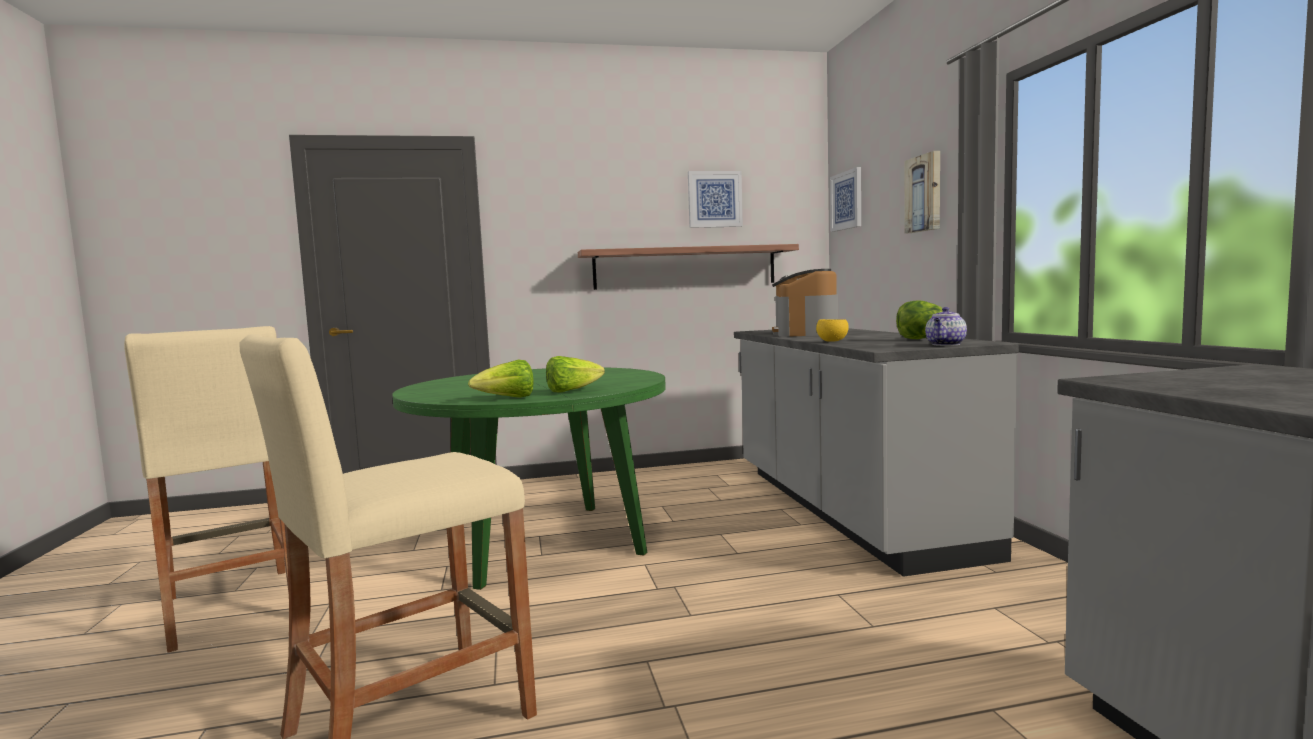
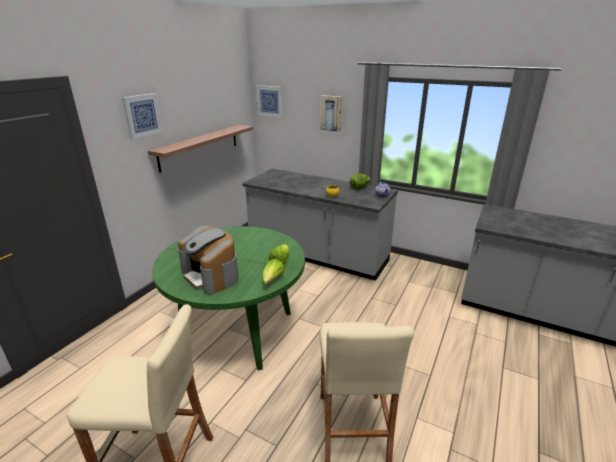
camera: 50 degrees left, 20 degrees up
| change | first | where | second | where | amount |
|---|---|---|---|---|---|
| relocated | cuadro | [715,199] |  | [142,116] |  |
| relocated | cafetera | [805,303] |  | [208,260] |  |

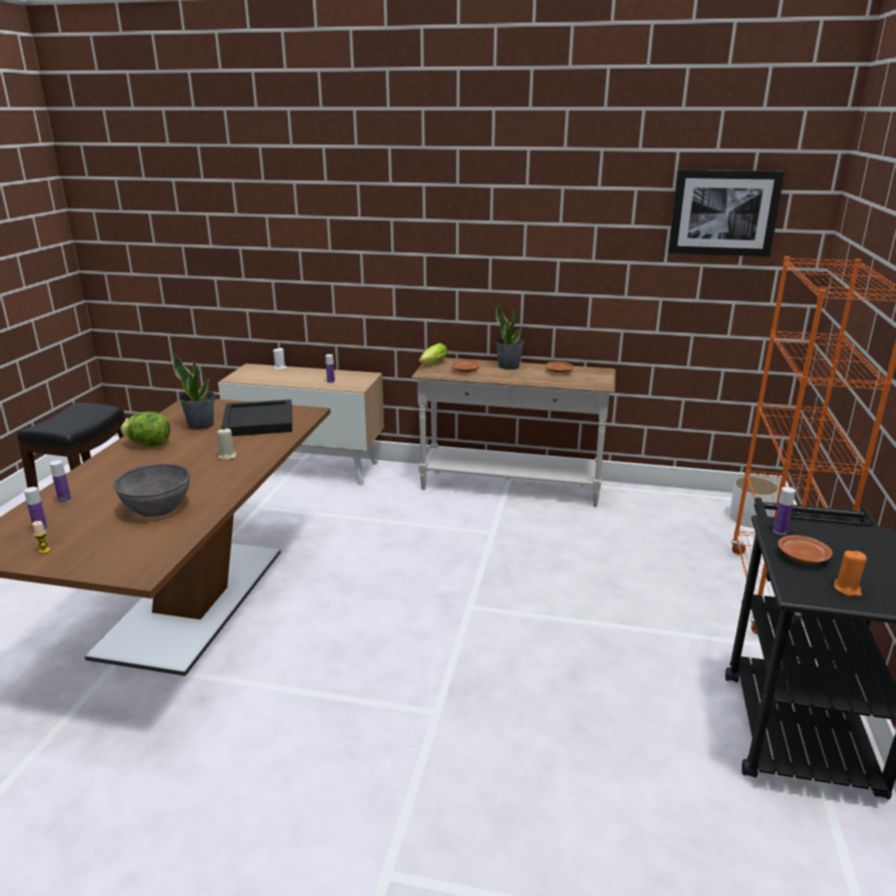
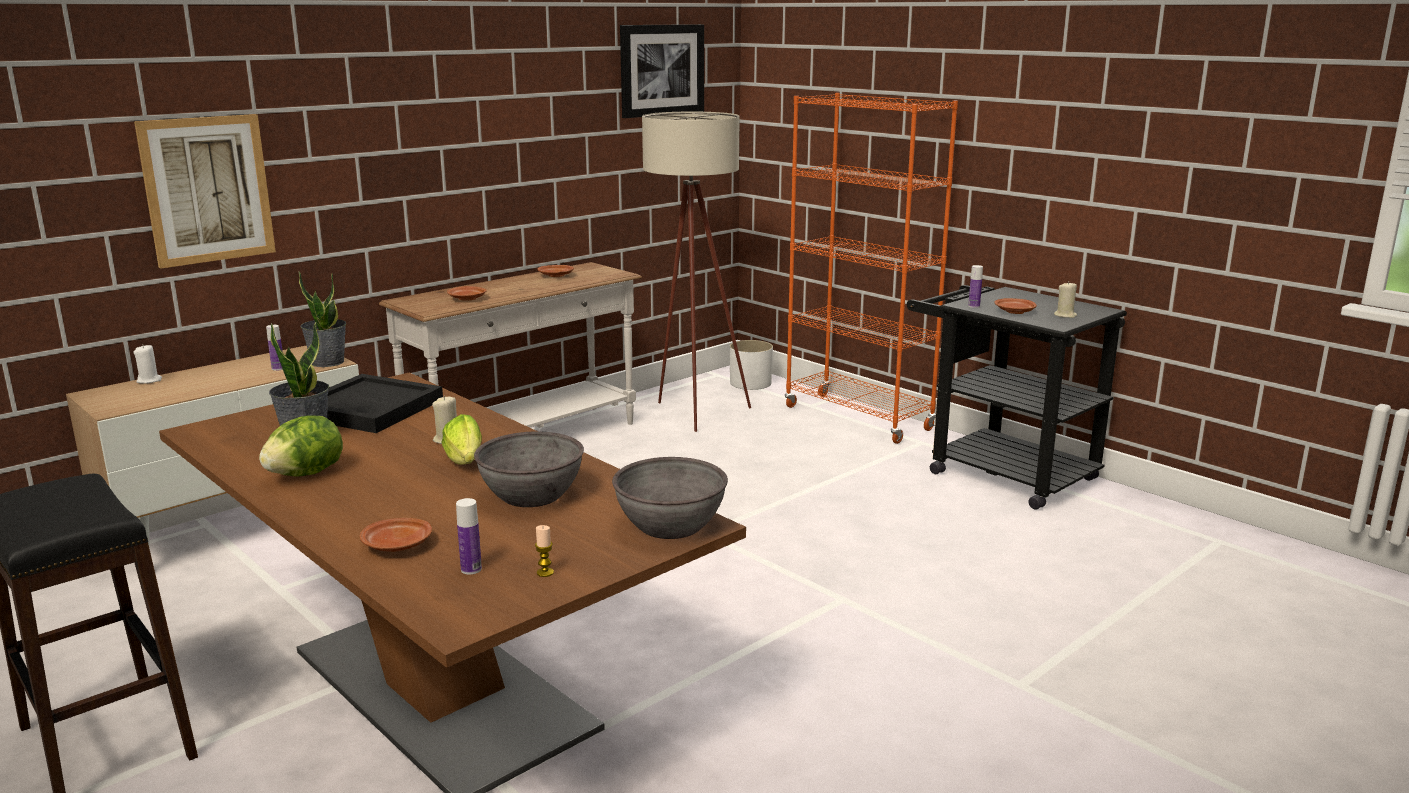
camera: 55 degrees left, 5 degrees down
| change | first | where | second | where | amount |
|---|---|---|---|---|---|
| relocated | planta en maceta | [509,336] |  | [323,319] |  |
| relocated | lechuga | [433,353] |  | [461,439] |  |
| exchanged | botella | [60,481] | plato/marrón | [396,535] |  |
| colour | vela/naranja | [850,573] | vela/beis | [1065,300] |  |
| appeared |  |  | lámpara de pie/beis | [696,272] |  |
| appeared |  |  | cuadro | [205,191] |  |
| appeared |  |  | cuenco/gris | [670,498] |  |

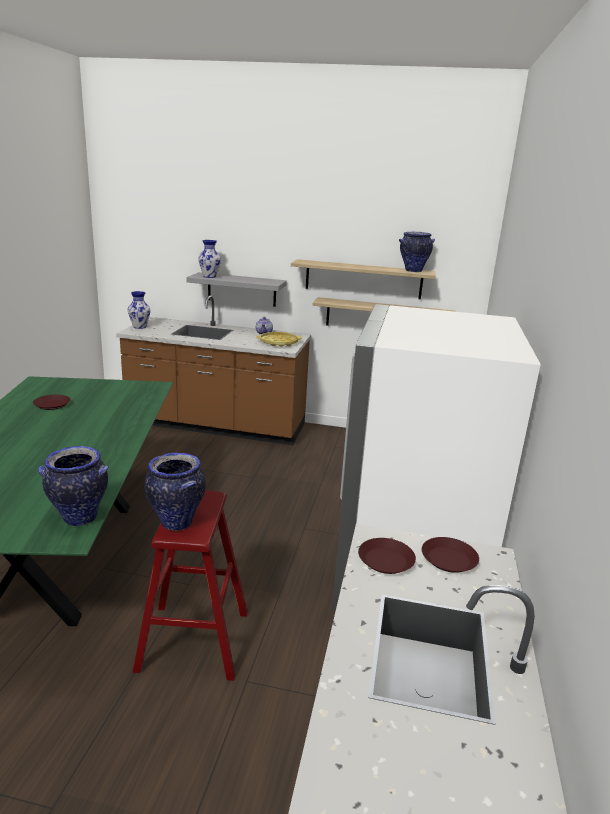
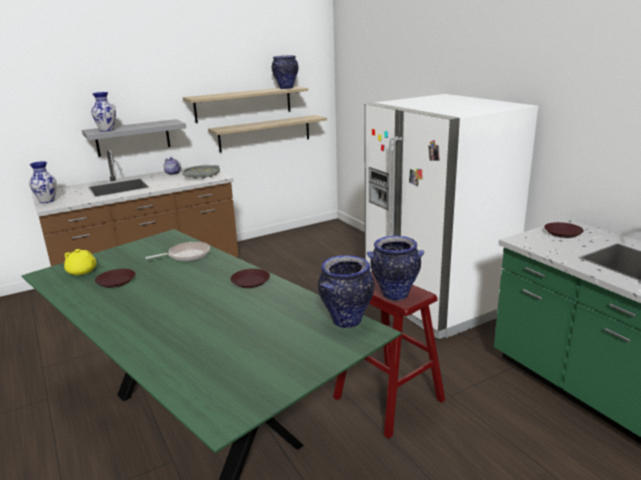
camera: 40 degrees left, 0 degrees up
| change | first | where | second | where | amount |
|---|---|---|---|---|---|
| colour | bandeja/amarillo | [279,339] | bandeja/gris | [201,172] |  |
| relocated | plato/marrón | [387,556] |  | [250,278] |  |
| appeared |  |  | sartén | [177,251] |  |
| appeared |  |  | tetera/amarillo | [80,262] |  |

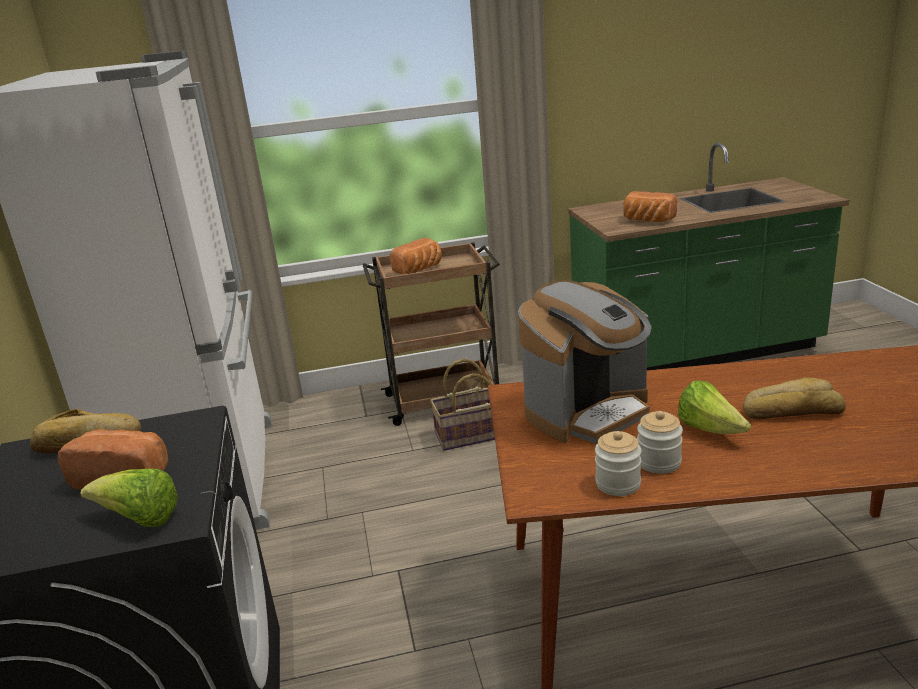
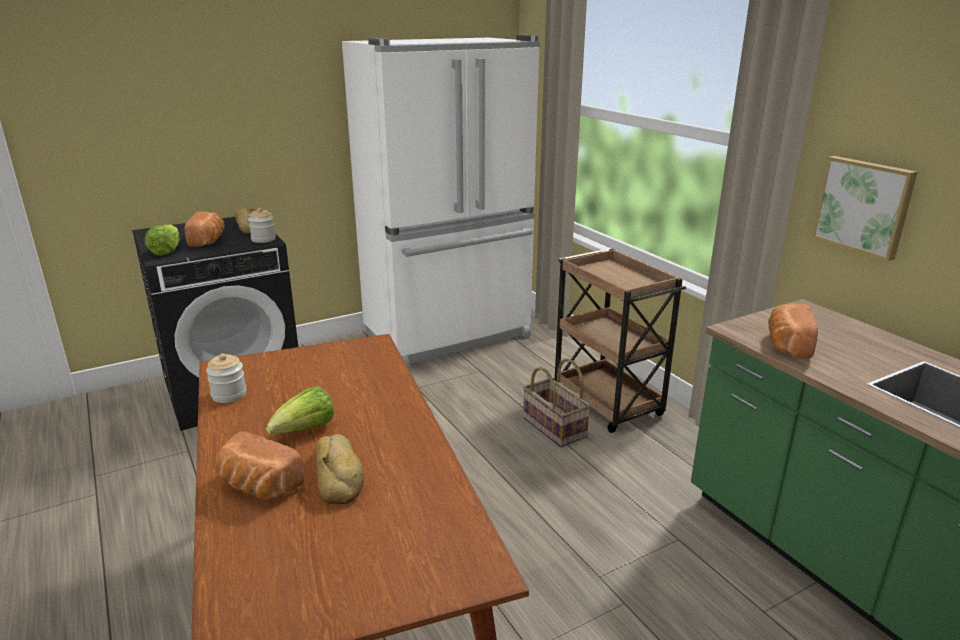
camera: 70 degrees right, 0 degrees up
| change | first | where | second | where | amount |
|---|---|---|---|---|---|
| relocated | pan | [416,256] |  | [259,466] |  |
| missing | cafetera | [585,362] |  |  |  |
| relocated | tarro | [660,442] |  | [262,225] |  |
| appeared |  |  | cuadro | [864,208] |  |

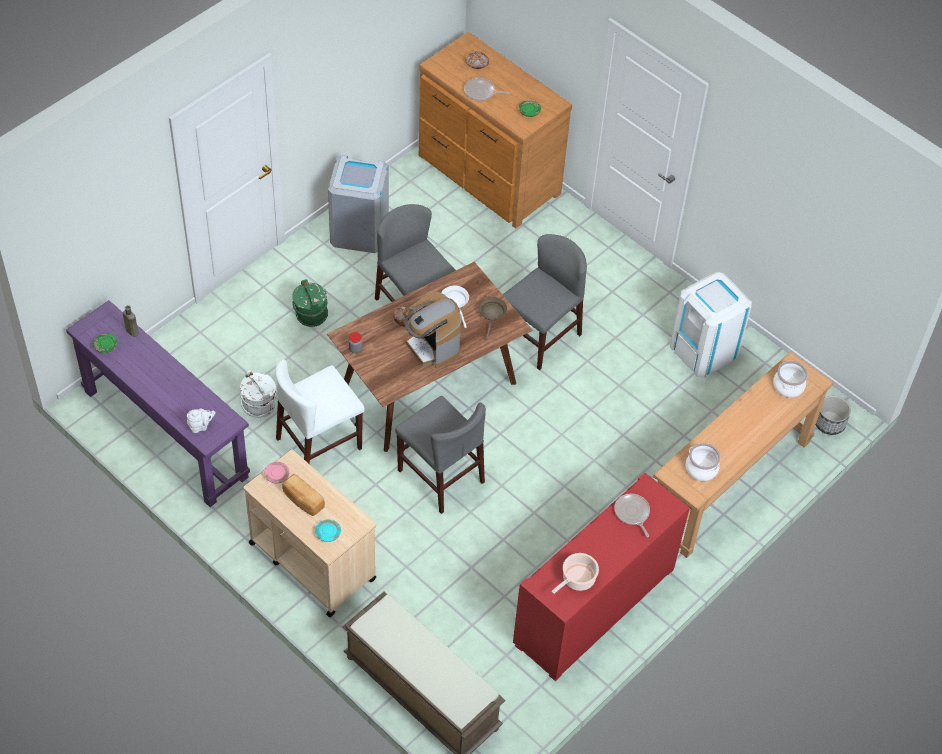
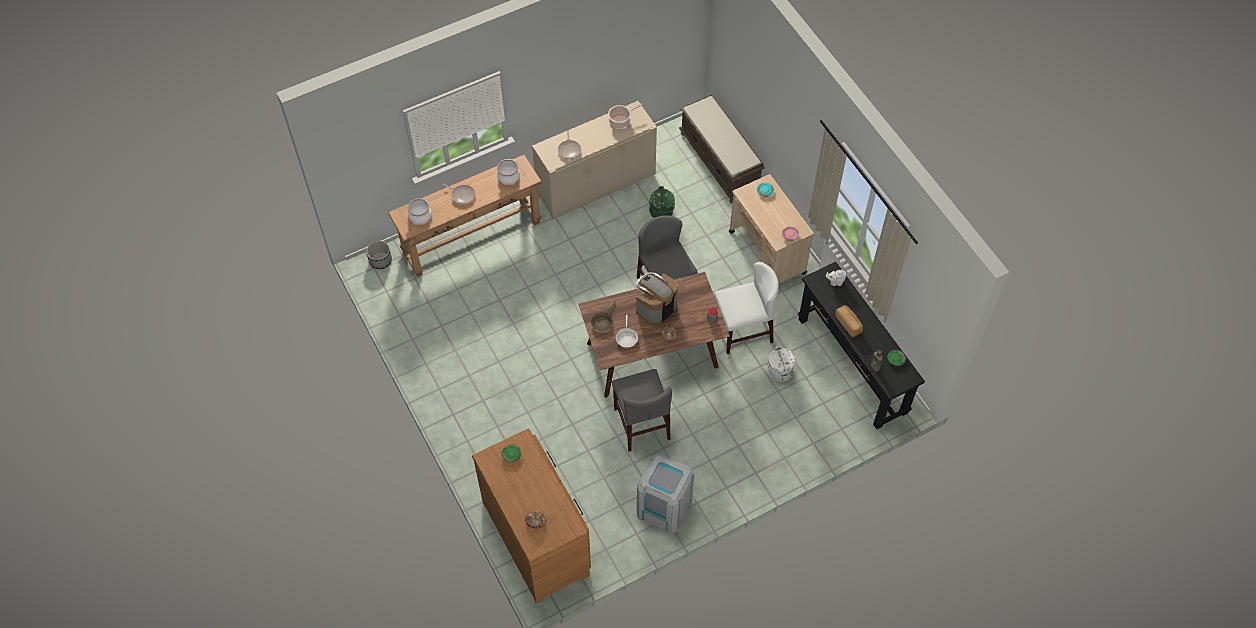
camera: 160 degrees left, 5 degrees up
| change | first | where | second | where | amount |
|---|---|---|---|---|---|
| relocated | sartén | [487,89] |  | [459,194] |  |
| missing | silla/gris | [545,302] |  |  |  |
| missing | papelera/blanco | [711,325] |  |  |  |
| relocated | cubo/verde | [310,303] |  | [662,202] |  |
| spun | cafetera | [433,330] |  | [657,298] | 120 degrees counterclockwise |
| colour | mesa consola/morado | [158,403] | mesa consola/negro | [861,345] |  |
| colour | armario/rojo | [601,577] | armario/beis | [594,160] |  |
| relocated | pan | [303,495] |  | [849,321] |  |

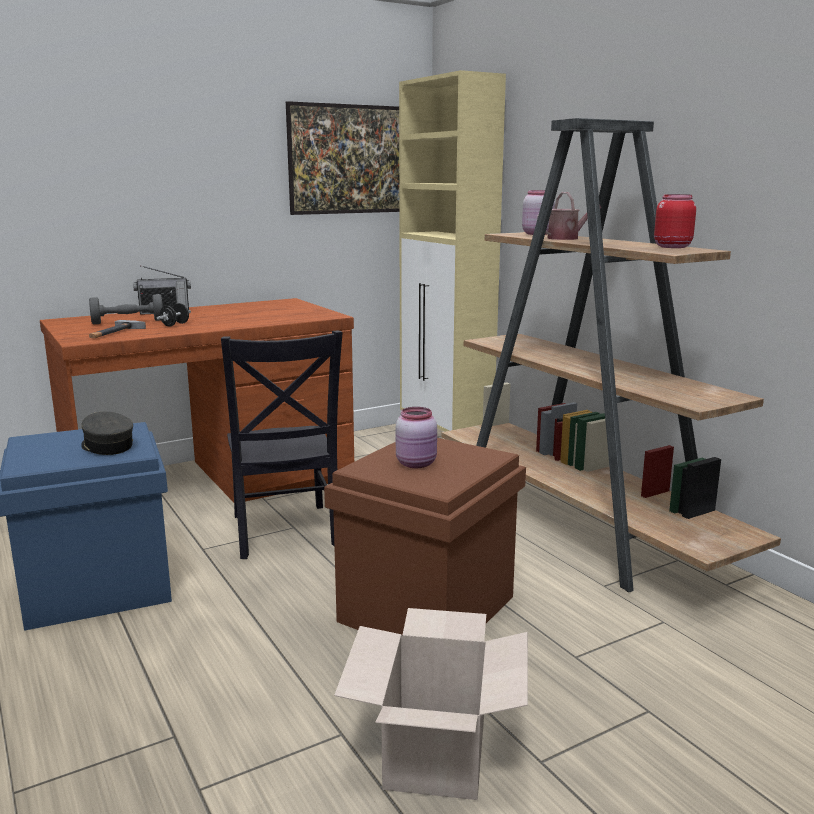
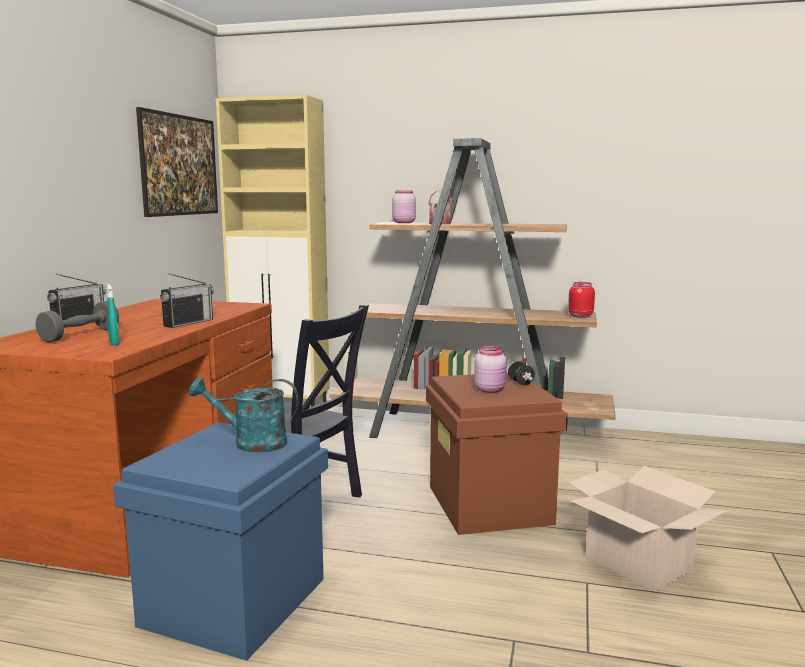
camera: 45 degrees left, 5 degrees down
| change | first | where | second | where | amount |
|---|---|---|---|---|---|
| relocated | tarro/rojo | [675,221] |  | [581,300] |  |
| relocated | mancuerna/negro | [174,314] |  | [521,373] |  |
| exchanged | martillo | [117,329] | pulverizador/turquesa | [113,315] |  |
| exchanged | gorra/gris | [107,433] | regadera/turquesa | [244,415] |  |
| appeared |  |  | radio | [187,300] |  |

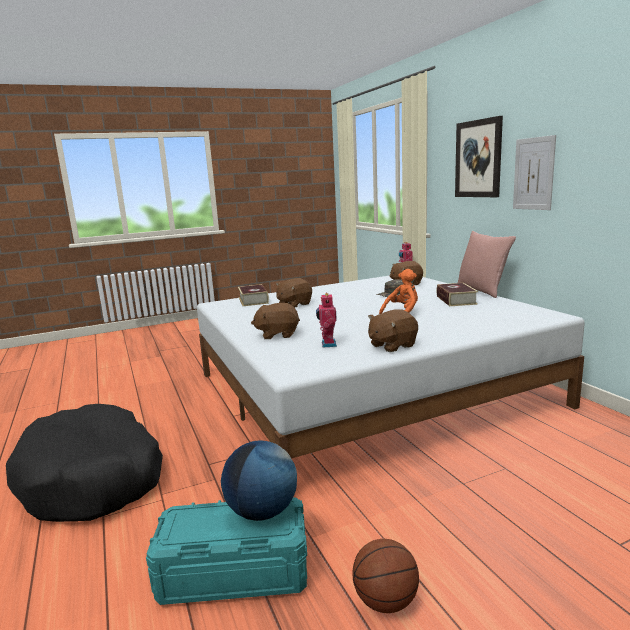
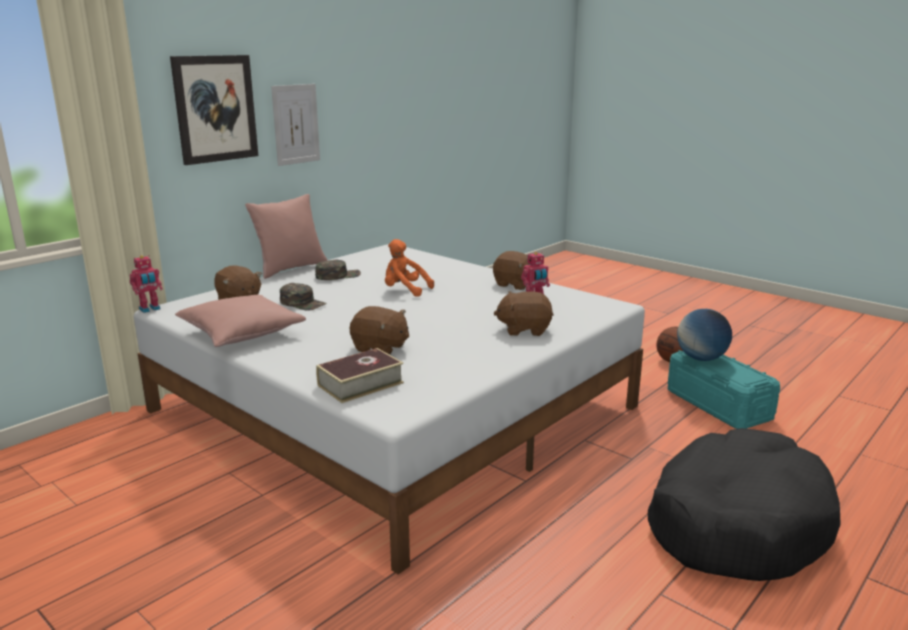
camera: 115 degrees left, 5 degrees up
| change | first | where | second | where | amount |
|---|---|---|---|---|---|
| exchanged | libro | [457,294] | gorra/verde | [338,269] |  |
| spun | peluche/marrón | [275,321] |  | [523,313] | 120 degrees clockwise |
| appeared |  |  | cojín/rosa | [240,321] |  |

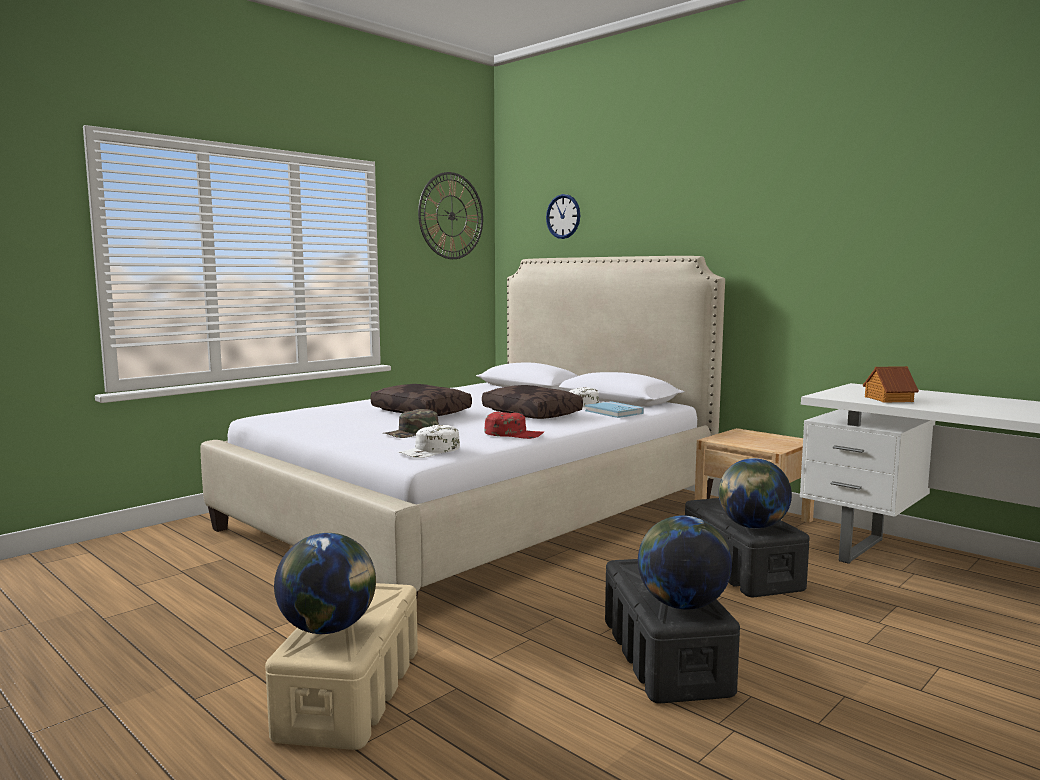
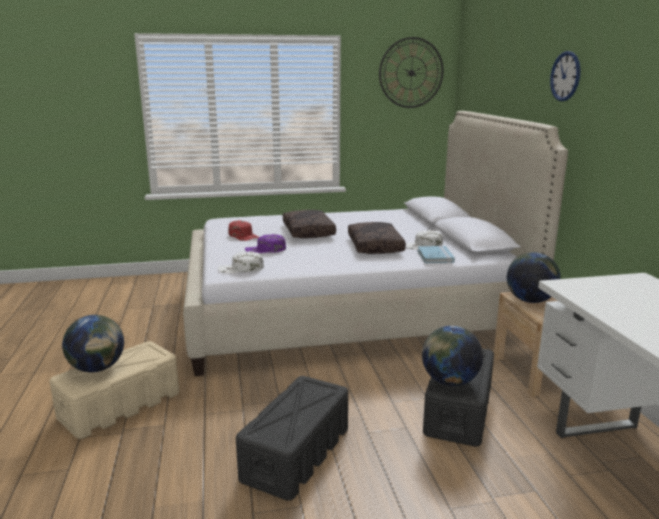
camera: 35 degrees right, 10 degrees up
| change | first | where | second | where | amount |
|---|---|---|---|---|---|
| relocated | reloj de pared | [563,216] |  | [565,76] |  |
| missing | casita | [891,384] |  |  |  |
| colour | gorra/verde | [411,423] | gorra/morado | [265,243] |  |
| relocated | gorra/rojo | [514,425] |  | [243,230] |  |
| relocated | globo terráqueo | [685,562] |  | [534,277] |  |

